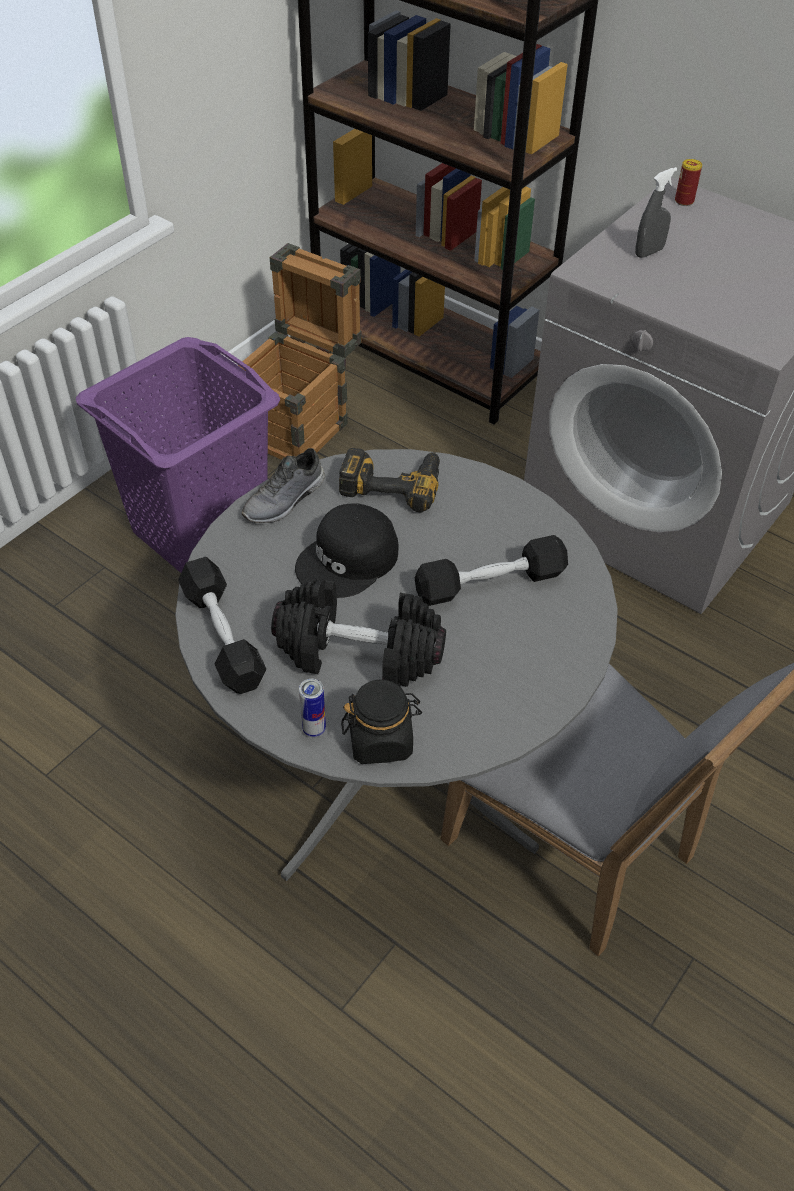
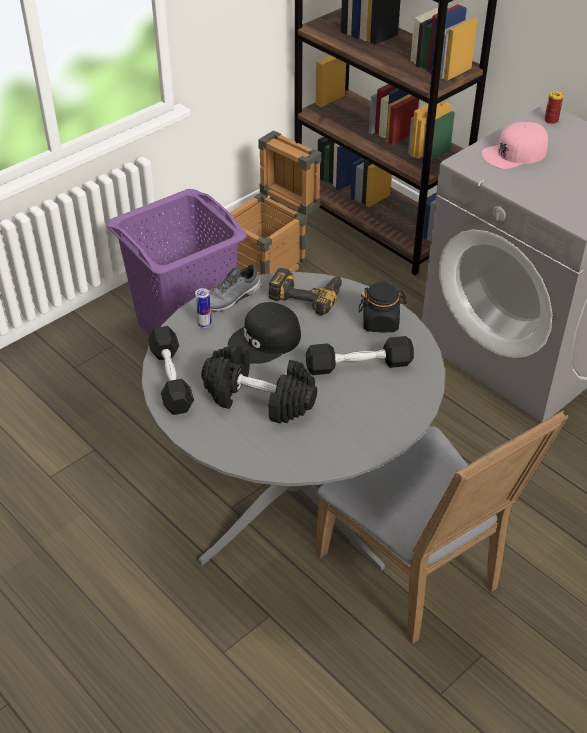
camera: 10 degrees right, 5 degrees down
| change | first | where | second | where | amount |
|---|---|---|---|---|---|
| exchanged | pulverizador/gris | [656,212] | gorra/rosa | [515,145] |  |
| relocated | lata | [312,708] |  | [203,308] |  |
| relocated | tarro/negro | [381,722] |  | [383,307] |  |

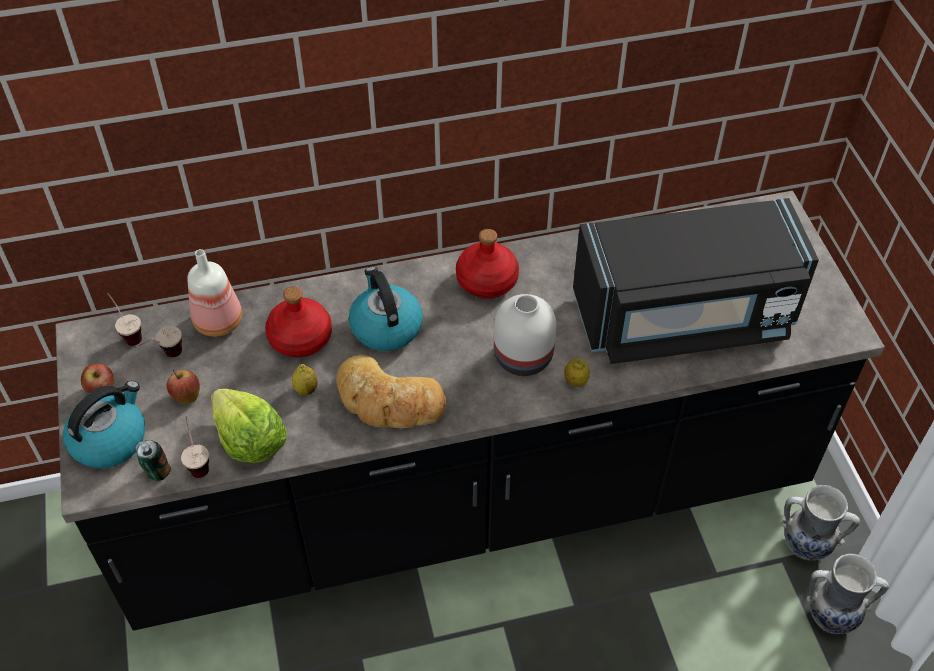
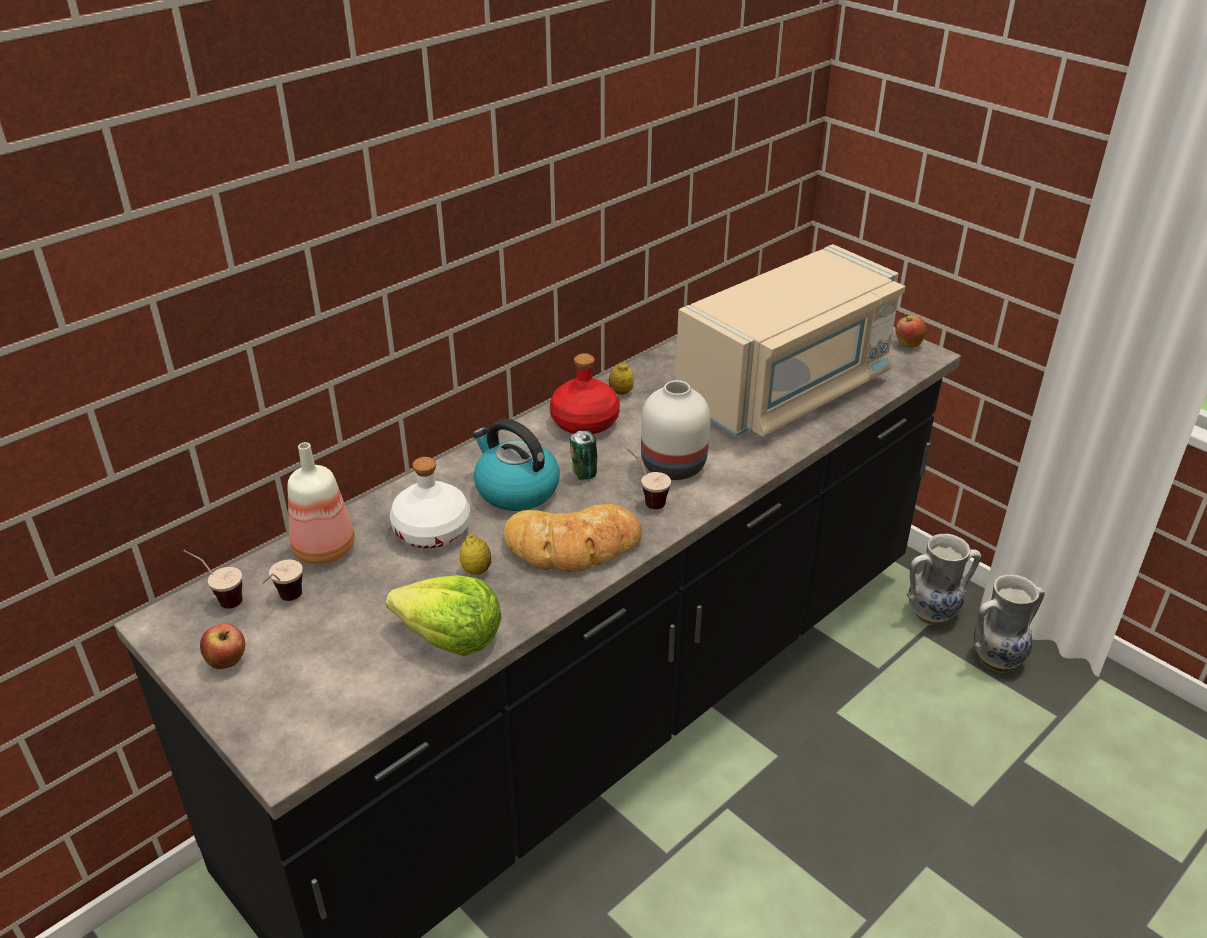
camera: 30 degrees left, 15 degrees down
| change | first | where | second | where | amount |
|---|---|---|---|---|---|
| colour | microondas/negro | [696,281] | microondas/beis | [790,340] |  |
| colour | botella/rojo | [298,322] | botella/blanco | [430,502] |  |
| relocated | limón | [577,372] |  | [621,378] |  |
| relocated | manzana | [183,387] |  | [911,331] |  |
| missing | hervidor | [104,424] |  |  |  |
| relocated | taza | [195,447] |  | [649,478] |  |
| relocated | lata | [153,460] |  | [583,455] |  |

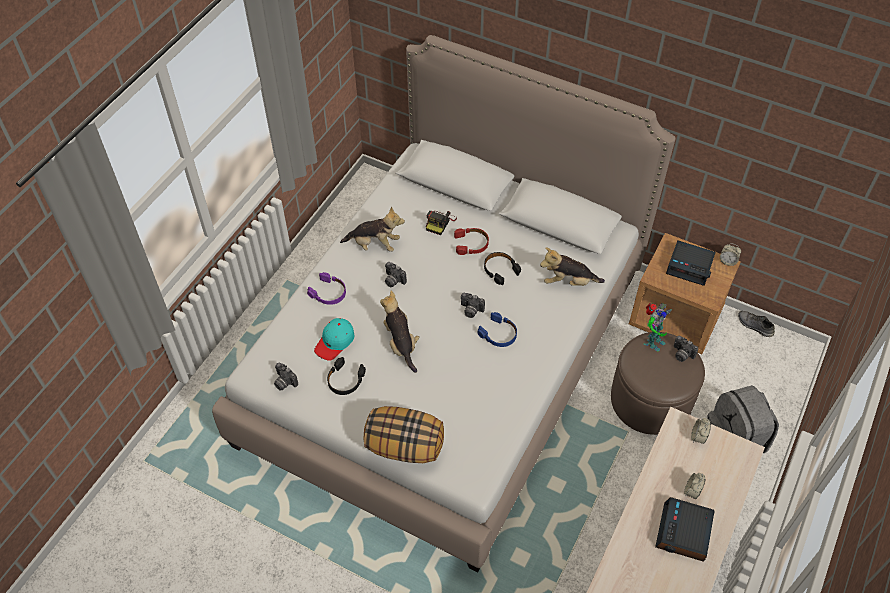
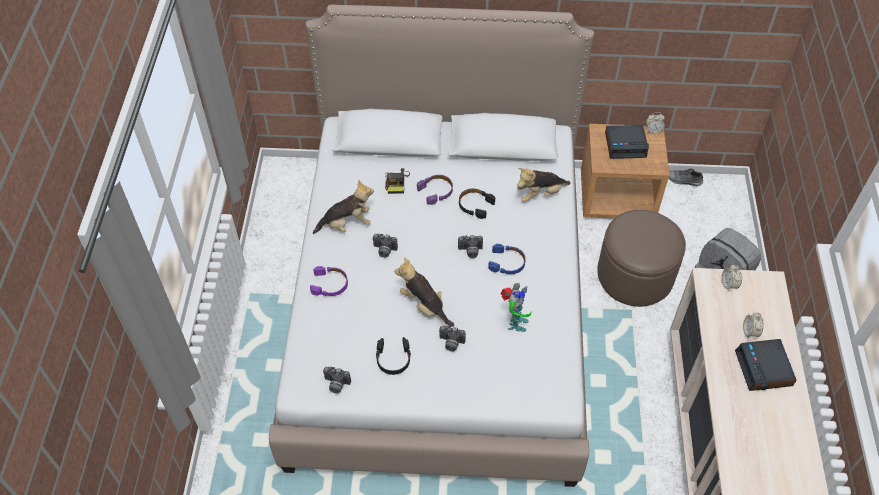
camera: 25 degrees left, 0 degrees up
| change | first | where | second | where | amount |
|---|---|---|---|---|---|
| colour | auriculares/rojo | [471,241] | auriculares/morado | [435,190] |  |
| relocated | robot de juguete | [658,327] |  | [516,307] |  |
| missing | gorra/turquesa | [334,339] |  |  |  |
| relocated | cámara | [685,349] |  | [452,339] |  |
| missing | cojín | [404,434] |  |  |  |

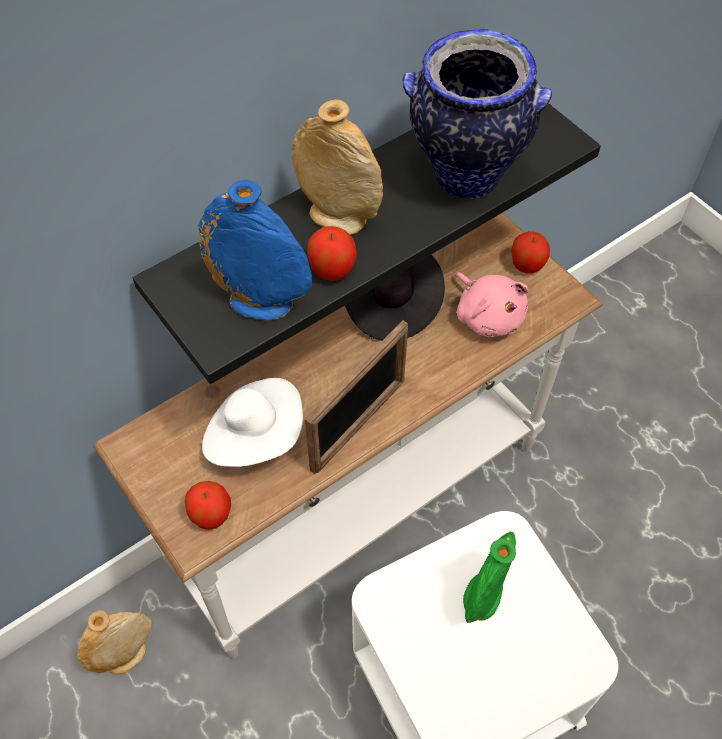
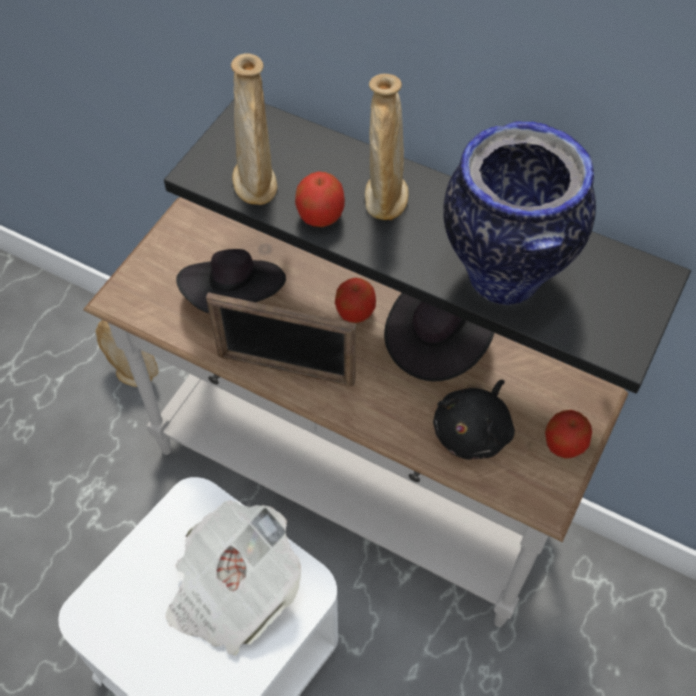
camera: 65 degrees right, 0 degrees up
| change | first | where | second | where | amount |
|---|---|---|---|---|---|
| colour | florero/azul | [255,250] | florero/beis | [254,129] |  |
| colour | peluche/rosa | [492,304] | peluche/negro | [474,420] |  |
| colour | sombrero/blanco | [252,422] | sombrero/negro | [231,281] |  |
| relocated | manzana | [208,505] |  | [355,300] |  |
| exchanged | florero/verde | [489,577] | periódico | [233,578] |  |

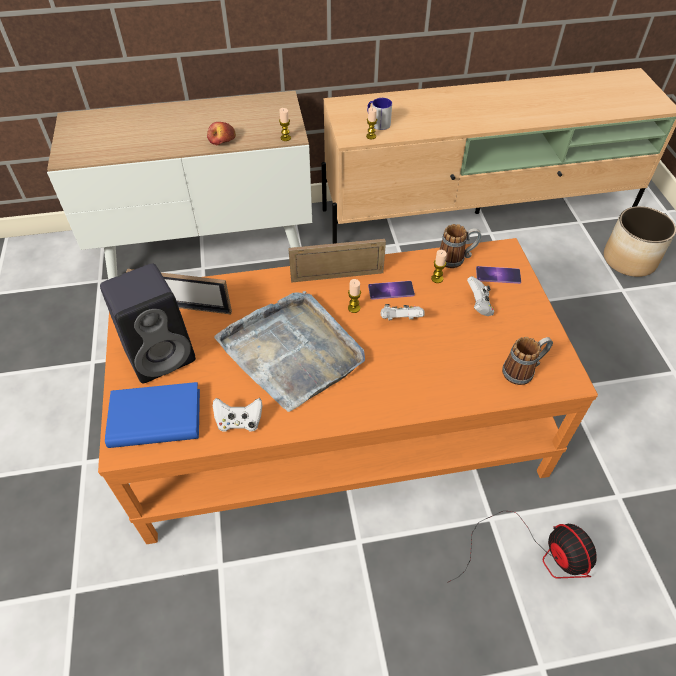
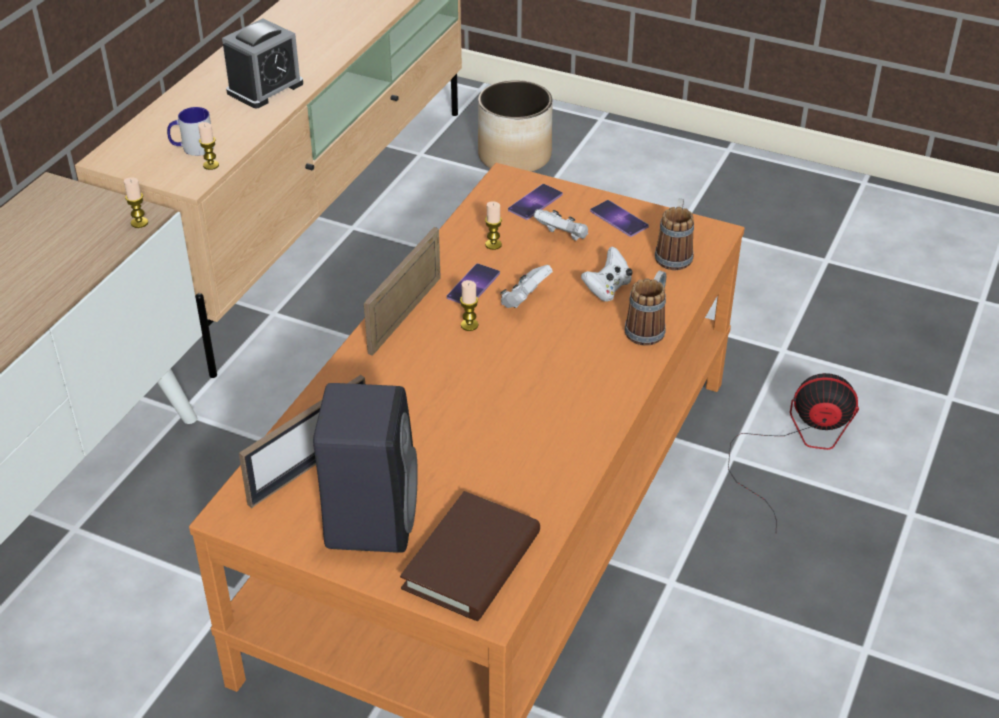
camera: 55 degrees left, 10 degrees down
| change | first | where | second | where | amount |
|---|---|---|---|---|---|
| missing | manzana | [221,134] |  |  |  |
| relocated | taza grande | [460,246] |  | [645,308] |  |
| missing | bandeja/gris | [289,351] |  |  |  |
| colour | libro/azul | [152,415] | libro/marrón | [470,556] |  |
| relocated | mando de consola/blanco | [237,415] |  | [607,274] |  |
| appeared |  |  | despertador | [262,63] |  |
| appeared |  |  | móvil | [619,218] |  |

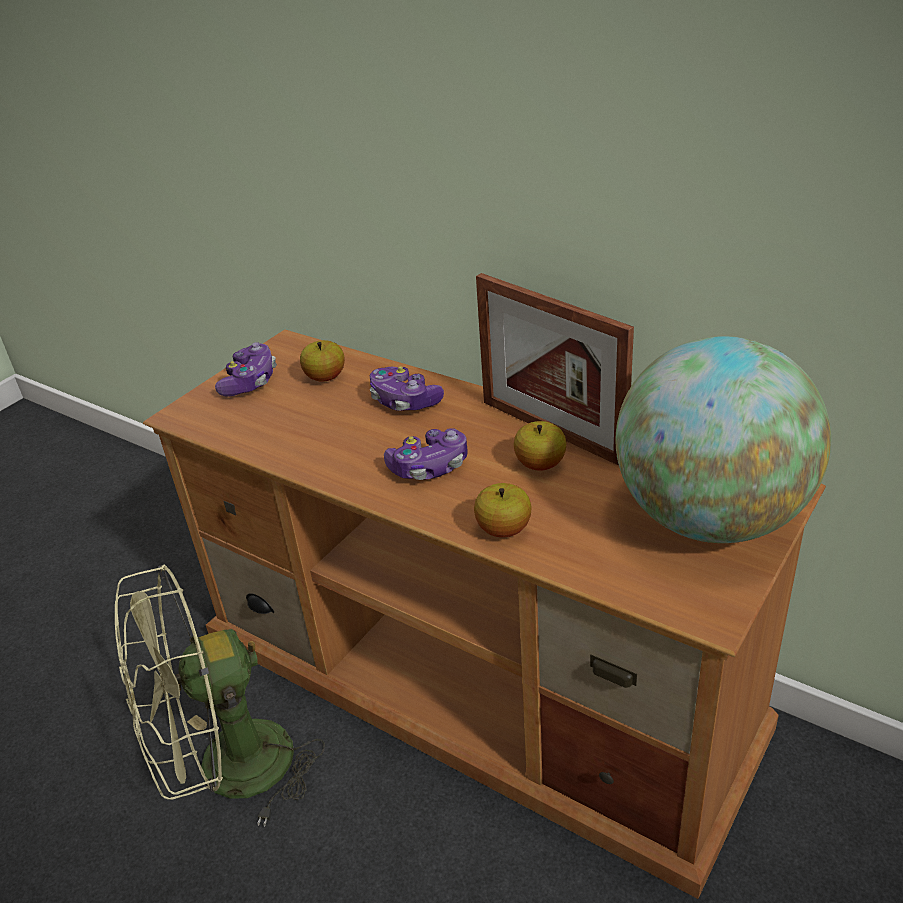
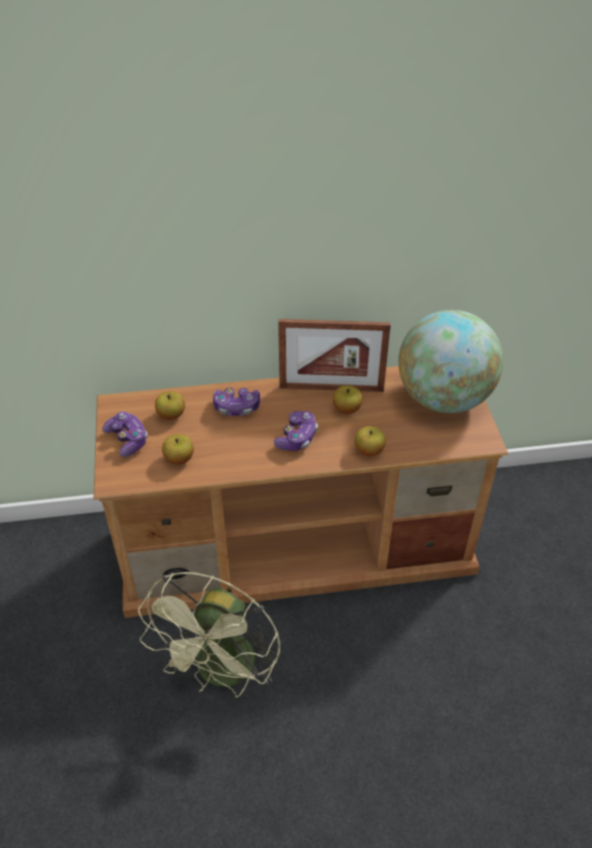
camera: 45 degrees left, 10 degrees up
| change | first | where | second | where | amount |
|---|---|---|---|---|---|
| appeared |  |  | manzana | [178,449] |  |

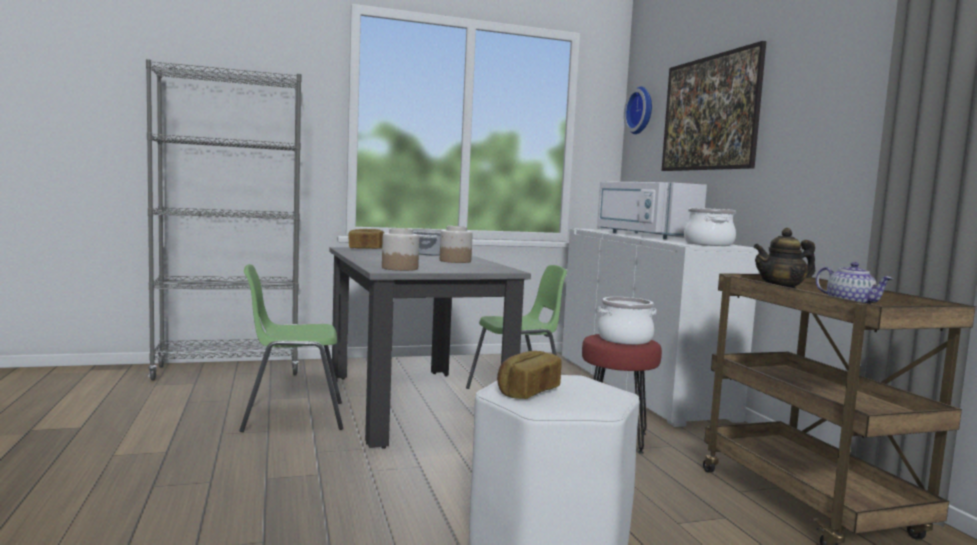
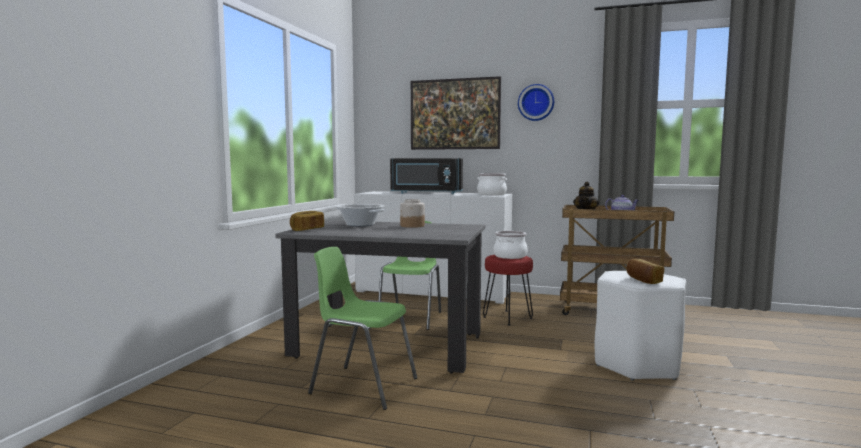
camera: 55 degrees left, 0 degrees up
| change | first | where | second | where | amount |
|---|---|---|---|---|---|
| missing | estantería/gris | [224,219] |  |  |  |
| relocated | reloj de pared | [638,110] |  | [536,102] |  |
| colour | microondas/blanco | [652,210] | microondas/negro | [426,176] |  |
| missing | tarro | [400,249] |  |  |  |
| spun | silla/verde | [291,348] |  | [362,328] | 90 degrees clockwise |

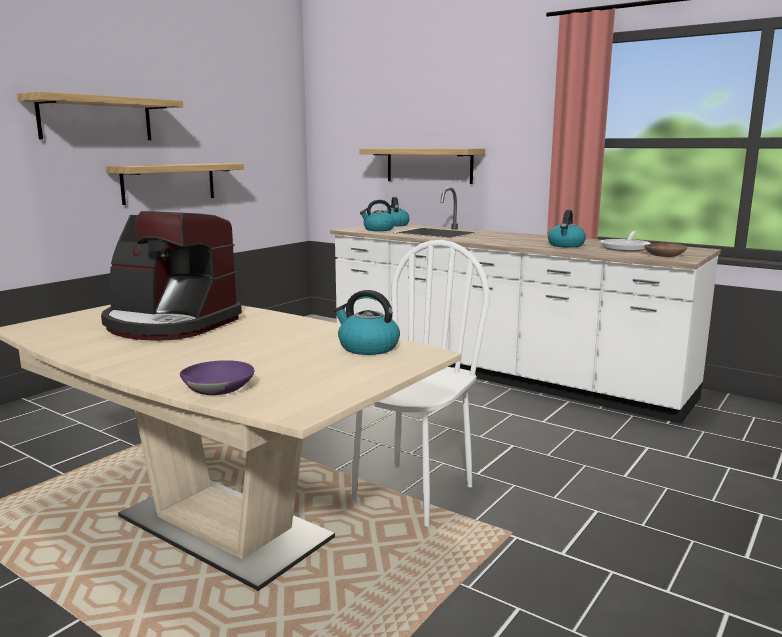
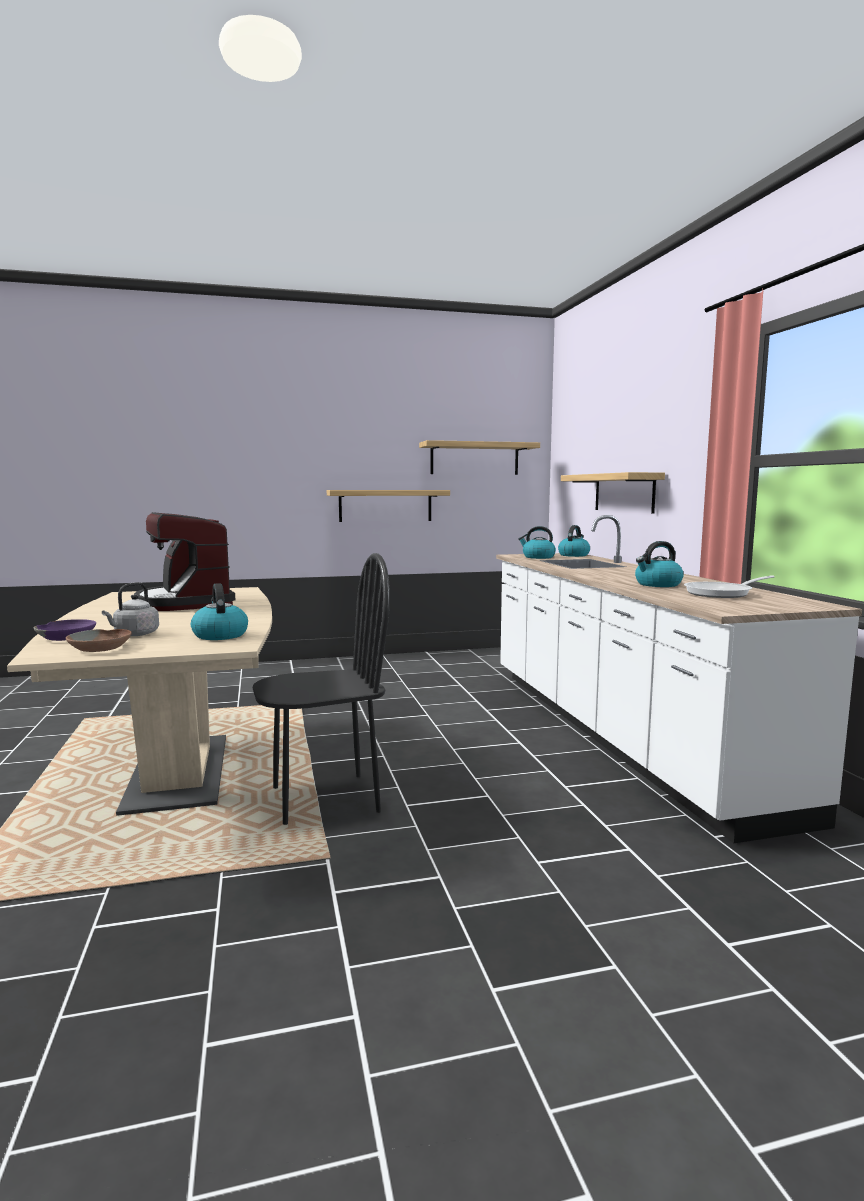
camera: 40 degrees right, 5 degrees down
| change | first | where | second | where | amount |
|---|---|---|---|---|---|
| relocated | estante | [100,115] |  | [479,457] |  |
| colour | silla/blanco | [420,383] | silla/negro | [321,689] |  |
| relocated | cuenco/marrón | [665,250] |  | [99,640] |  |
| appeared |  |  | hervidor/gris | [130,609] |  |

